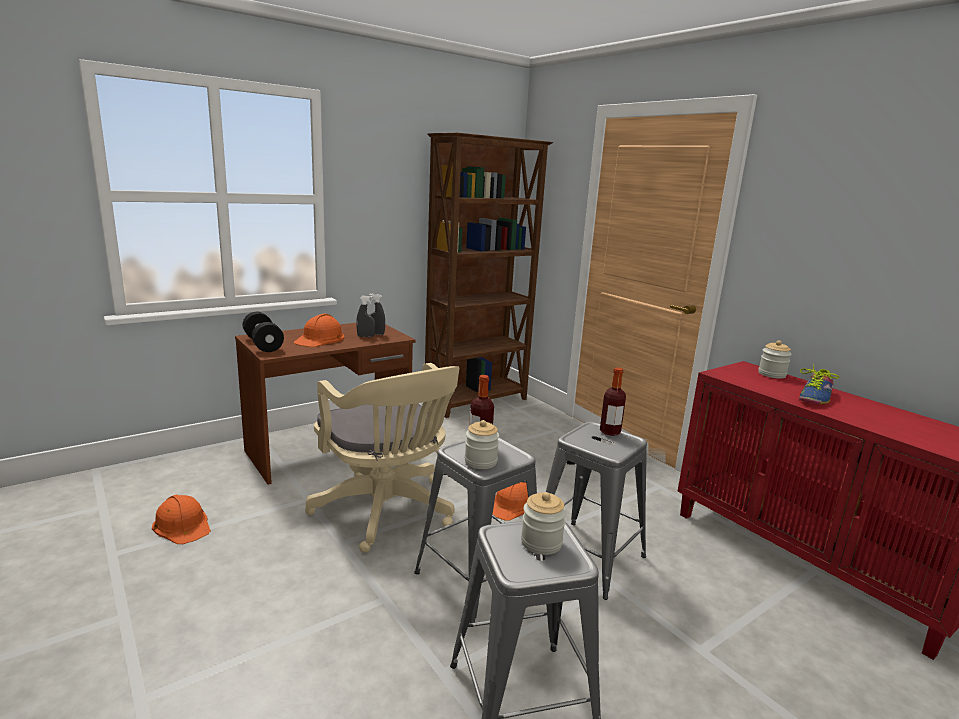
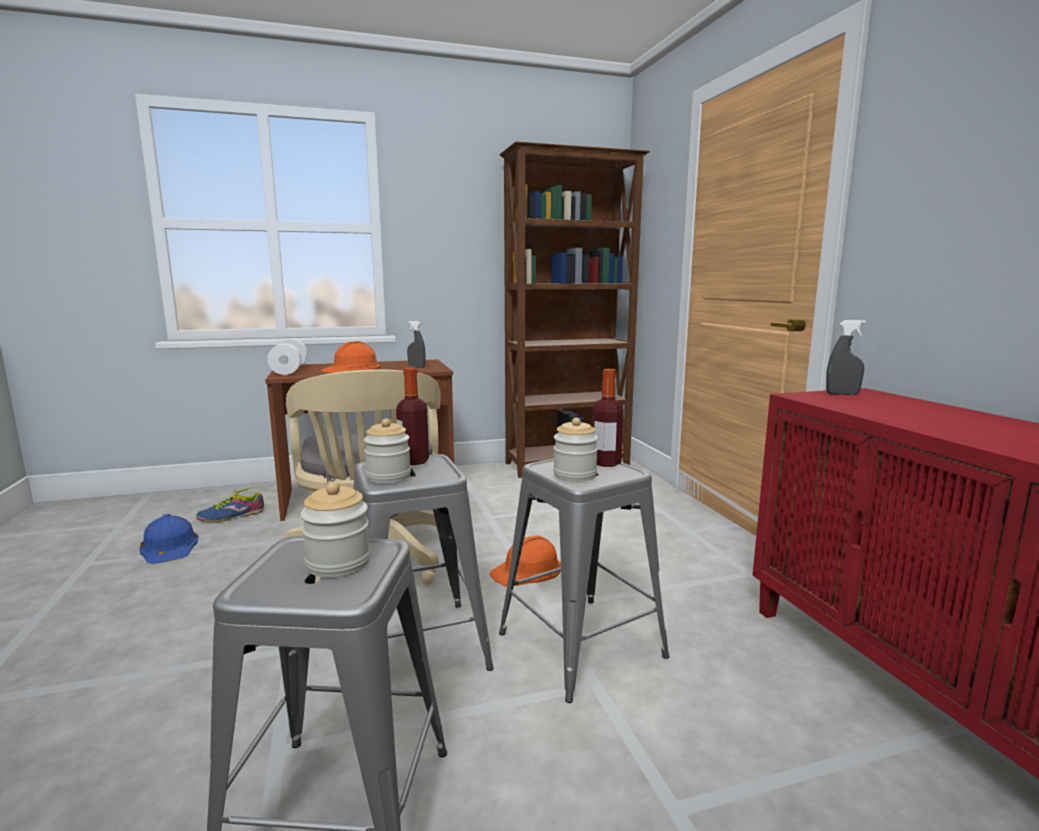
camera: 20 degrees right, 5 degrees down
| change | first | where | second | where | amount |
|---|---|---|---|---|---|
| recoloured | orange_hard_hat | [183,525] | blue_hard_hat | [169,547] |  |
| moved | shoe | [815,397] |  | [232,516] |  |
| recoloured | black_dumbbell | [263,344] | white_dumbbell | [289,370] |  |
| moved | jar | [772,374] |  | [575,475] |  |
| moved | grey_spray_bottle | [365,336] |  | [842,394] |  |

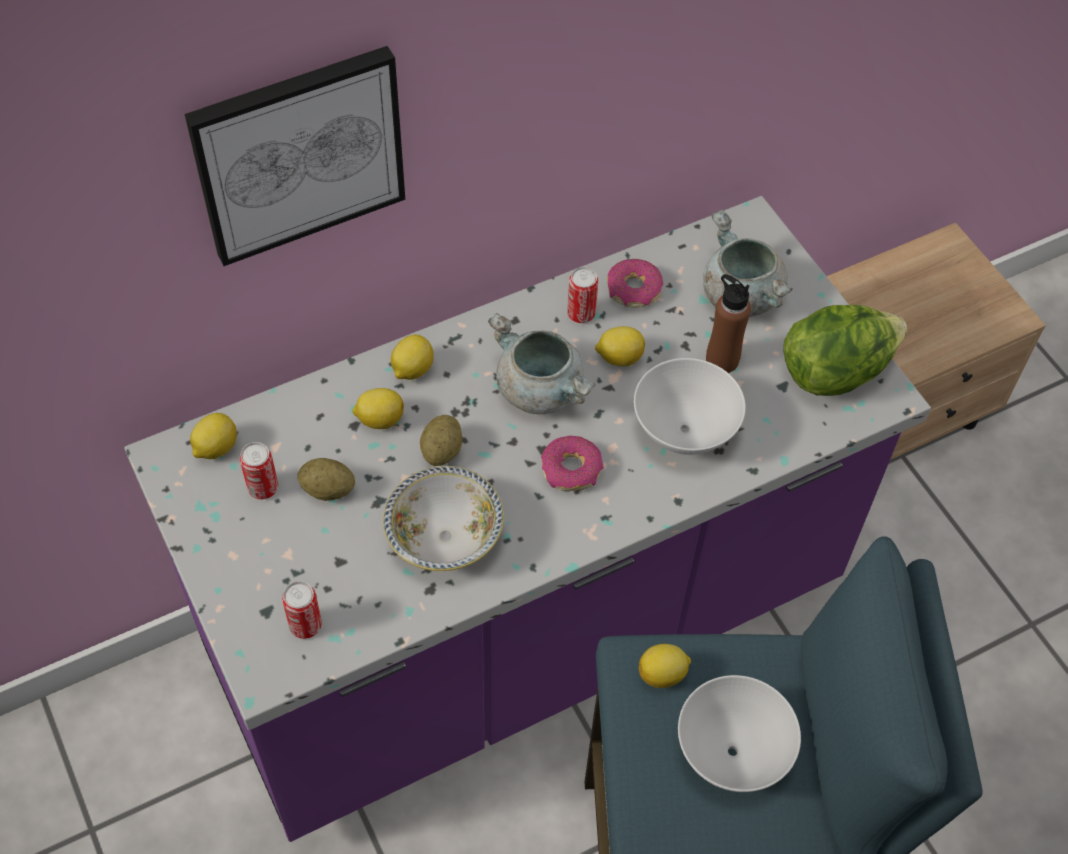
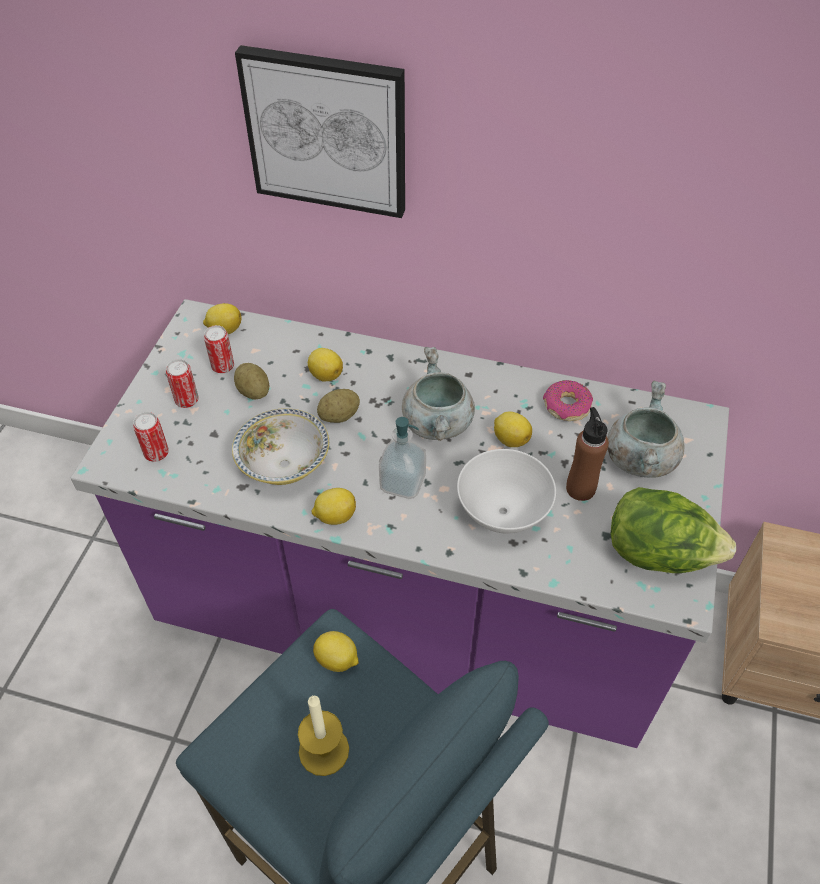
camera: 45 degrees right, 5 degrees down
| change | first | where | second | where | amount |
|---|---|---|---|---|---|
| moved | can | [581,314] |  | [187,400] |  |
| replaced | white_bowl | [733,753] | candle | [324,750] |  |
| moved | lemon | [412,370] |  | [335,516] |  |
| replaced | donut | [571,470] | soap_dispenser | [402,483] |  |

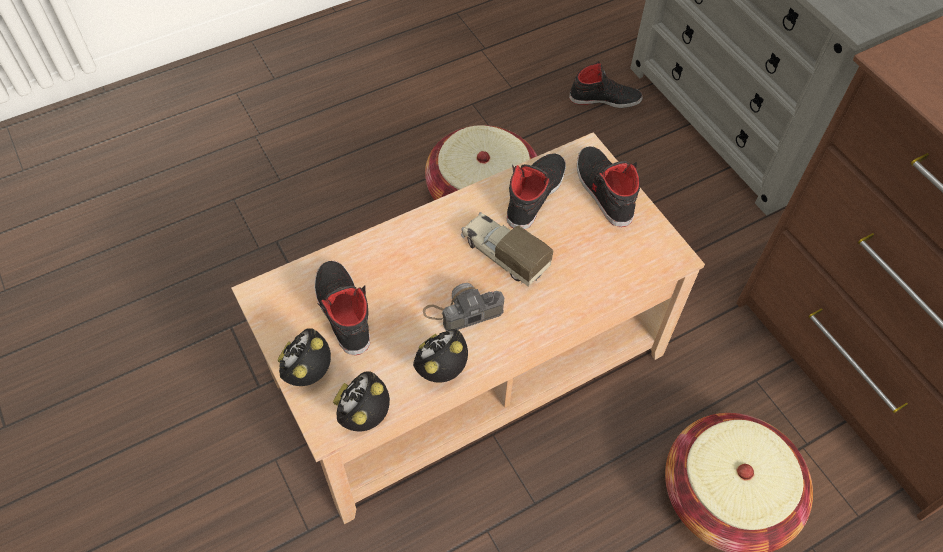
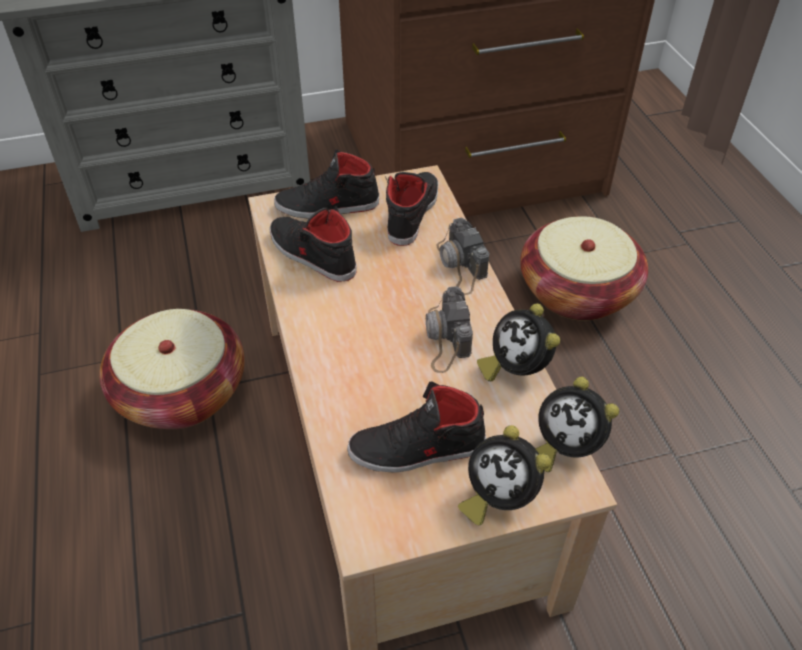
camera: 75 degrees left, 10 degrees down
| change | first | where | second | where | amount |
|---|---|---|---|---|---|
| moved | black_shoe | [604,98] |  | [411,212] |  |
| added |  |  | photo_camera | [461,265] |  |
| removed | toy_truck | [503,255] |  |  |  |

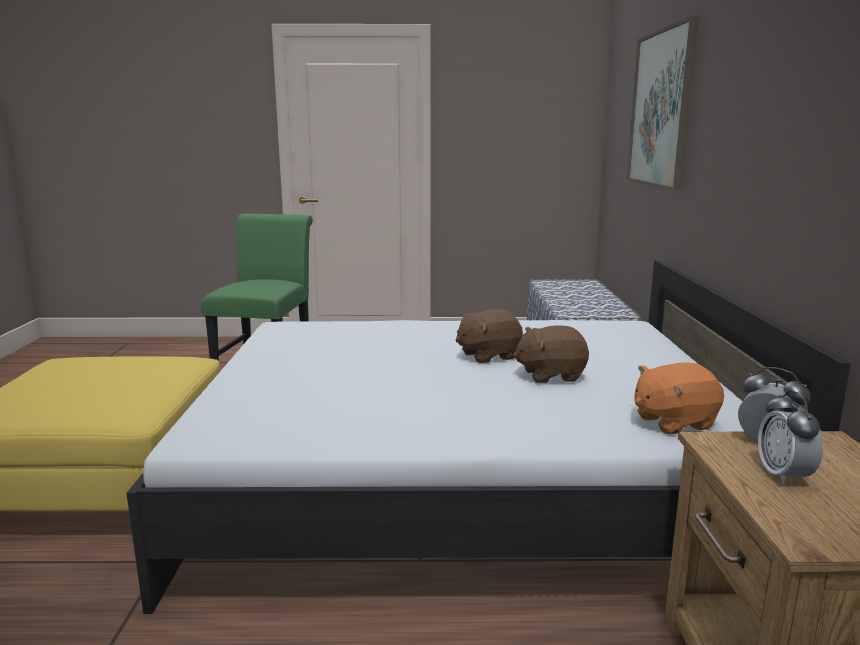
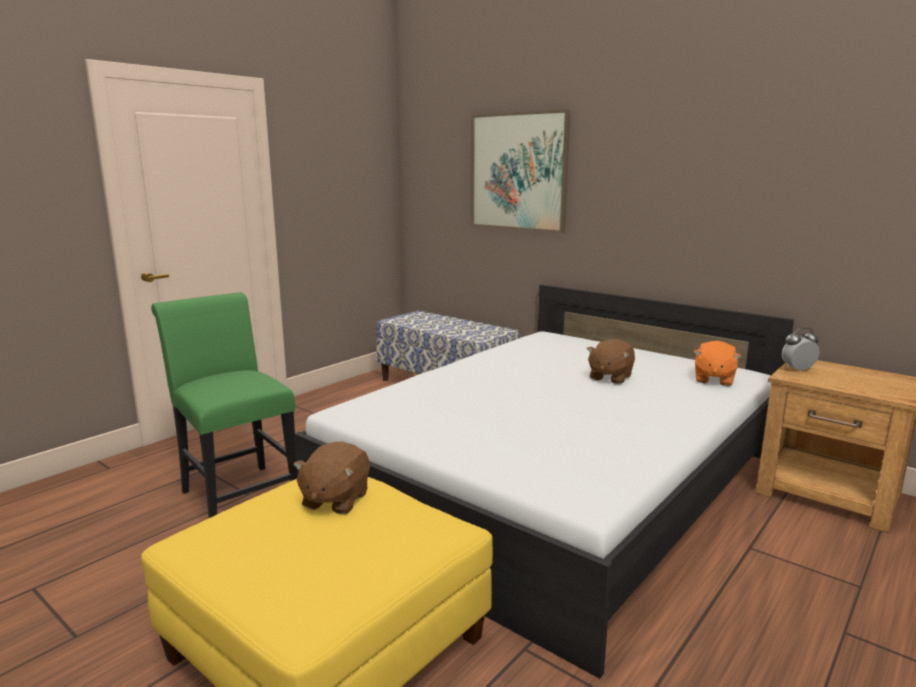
camera: 50 degrees left, 0 degrees up
| change | first | where | second | where | amount |
|---|---|---|---|---|---|
| moved | brown_plush_toy | [488,355] |  | [335,500] |  |
| removed | alarm_clock | [783,475] |  |  |  |

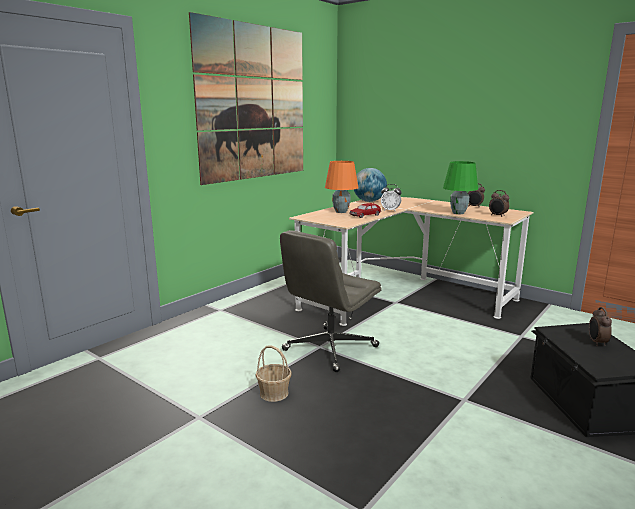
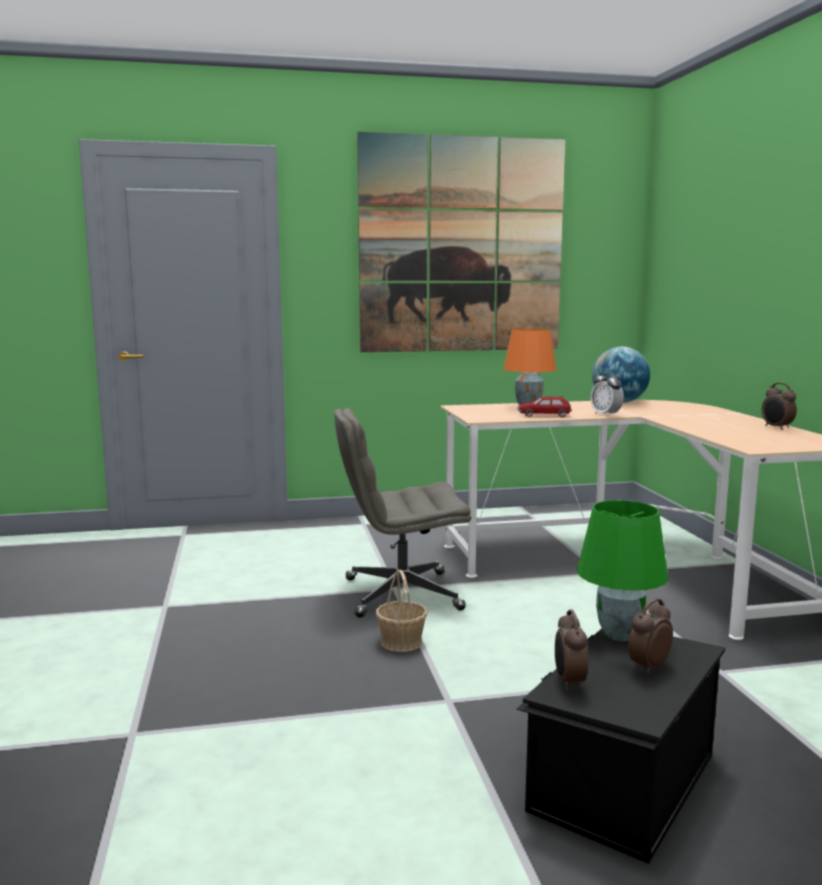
camera: 40 degrees right, 5 degrees down
| change | first | where | second | where | amount |
|---|---|---|---|---|---|
| moved | basket | [274,393] |  | [401,642] |  |
| moved | alarm_clock | [497,215] |  | [568,682] |  |
| moved | green_table_lamp | [458,213] |  | [617,634] |  |

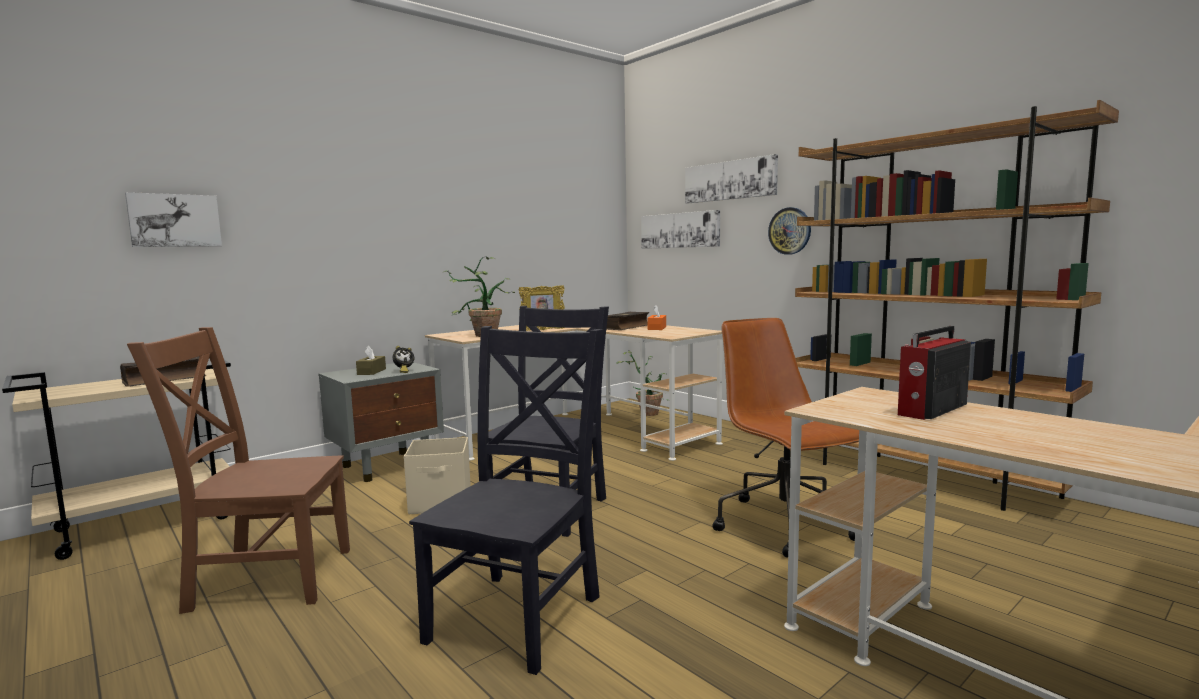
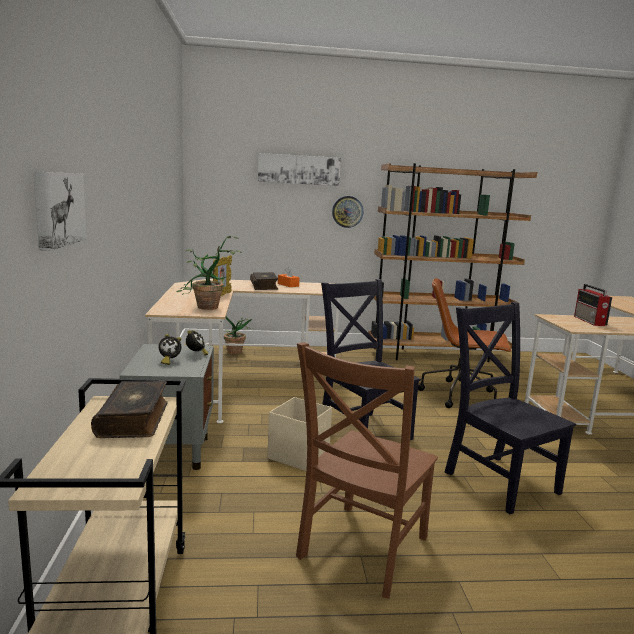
camera: 55 degrees left, 5 degrees up
| change | first | where | second | where | amount |
|---|---|---|---|---|---|
| replaced | brown_tissue_box | [371,372] | alarm_clock | [169,361] |  |
| removed | picture | [680,230] |  |  |  |

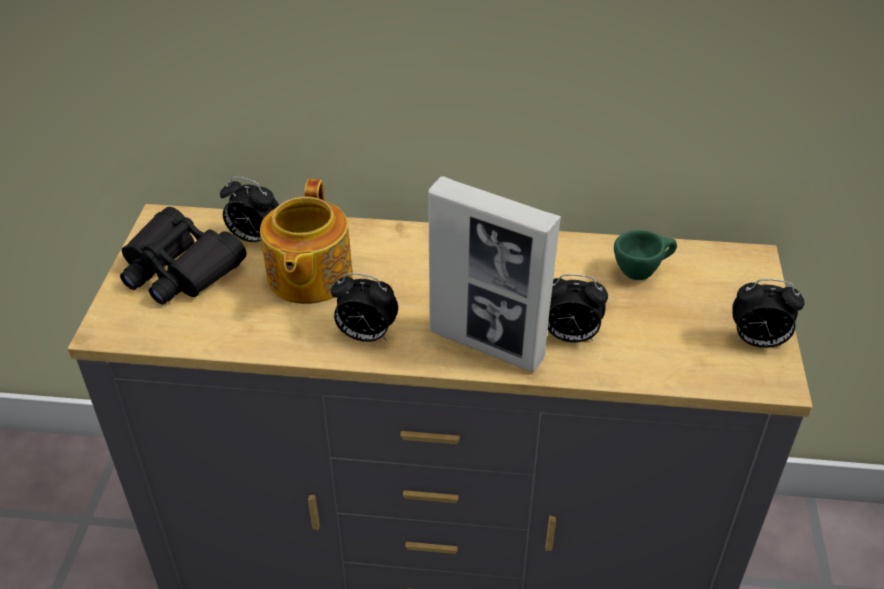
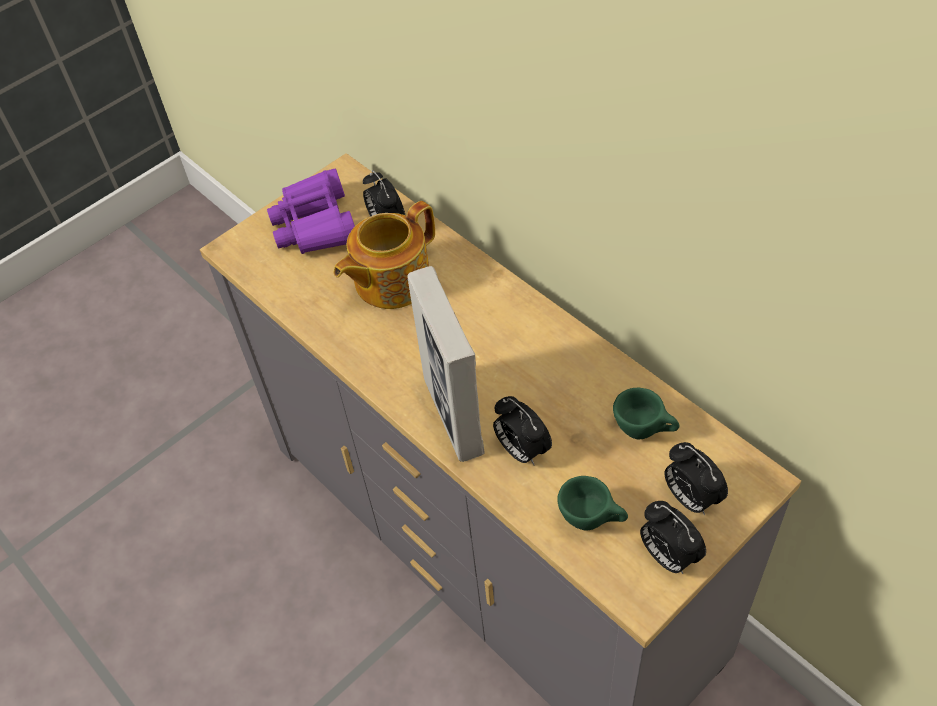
camera: 45 degrees right, 10 degrees up
| change | first | where | second | where | amount |
|---|---|---|---|---|---|
| recoloured | black_binoculars | [179,270] | purple_binoculars | [315,224] |  |
| added |  |  | green_cup | [592,520] |  |
| moved | alarm_clock | [365,336] |  | [690,498] |  |

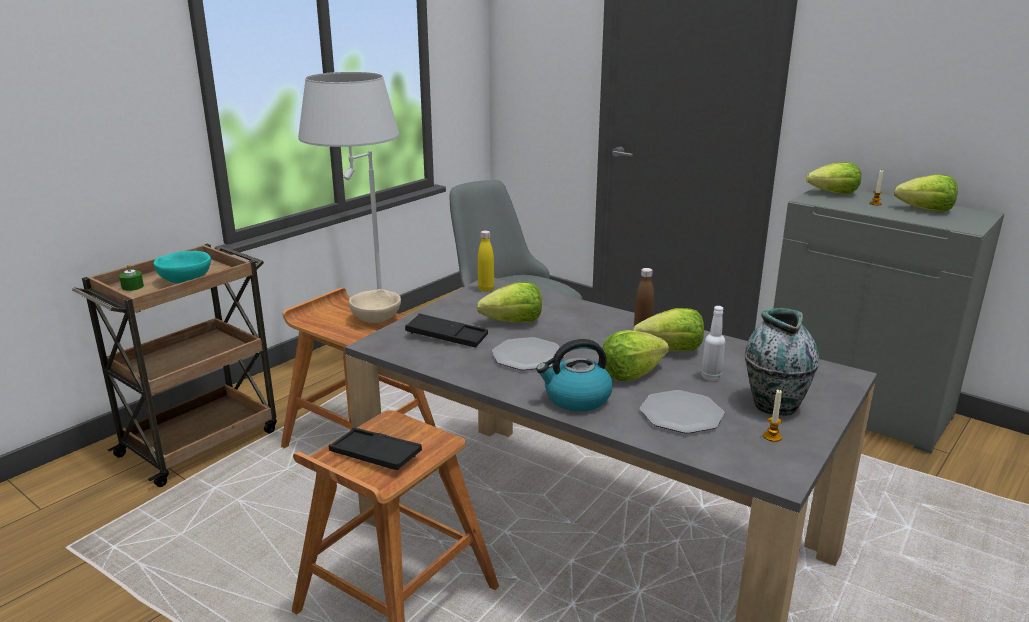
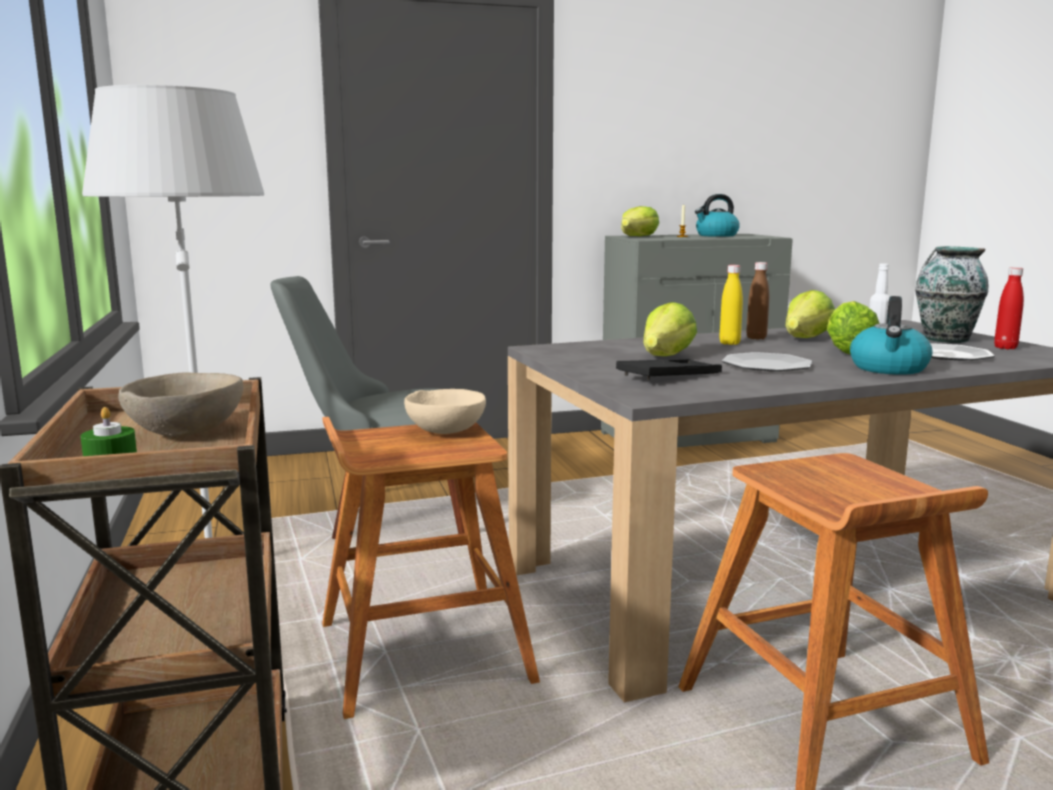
camera: 55 degrees left, 10 degrees down
| change | first | where | second | where | amount |
|---|---|---|---|---|---|
| recoloured | turquoise_bowl | [186,280] | beige_bowl | [187,431] |  |
| replaced | lettuce | [926,210] | kettle | [716,235] |  |
| moved | yellow_bottle | [486,289] |  | [729,343] |  |
| replaced | candle | [772,437] | red_bottle | [1005,348] |  |
| removed | black_tray | [375,455] |  |  |  |

